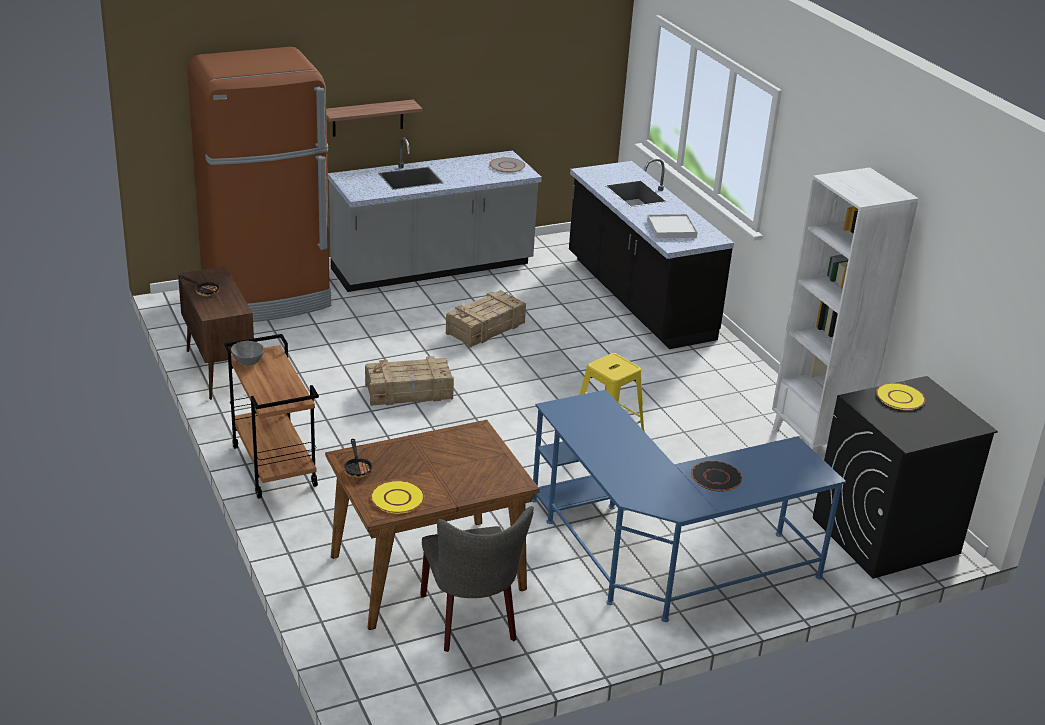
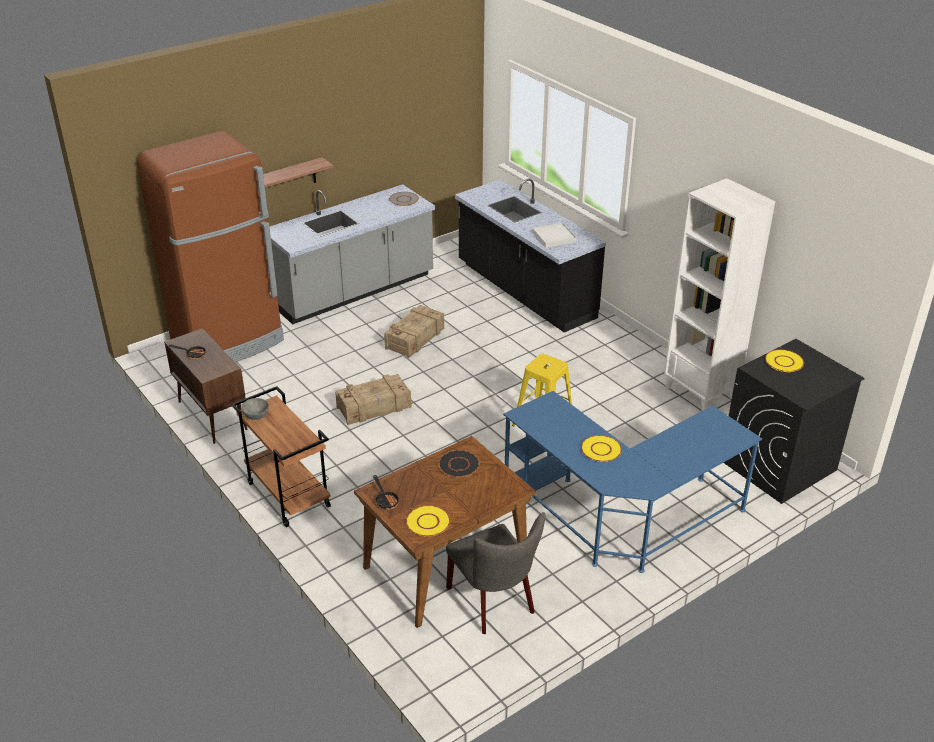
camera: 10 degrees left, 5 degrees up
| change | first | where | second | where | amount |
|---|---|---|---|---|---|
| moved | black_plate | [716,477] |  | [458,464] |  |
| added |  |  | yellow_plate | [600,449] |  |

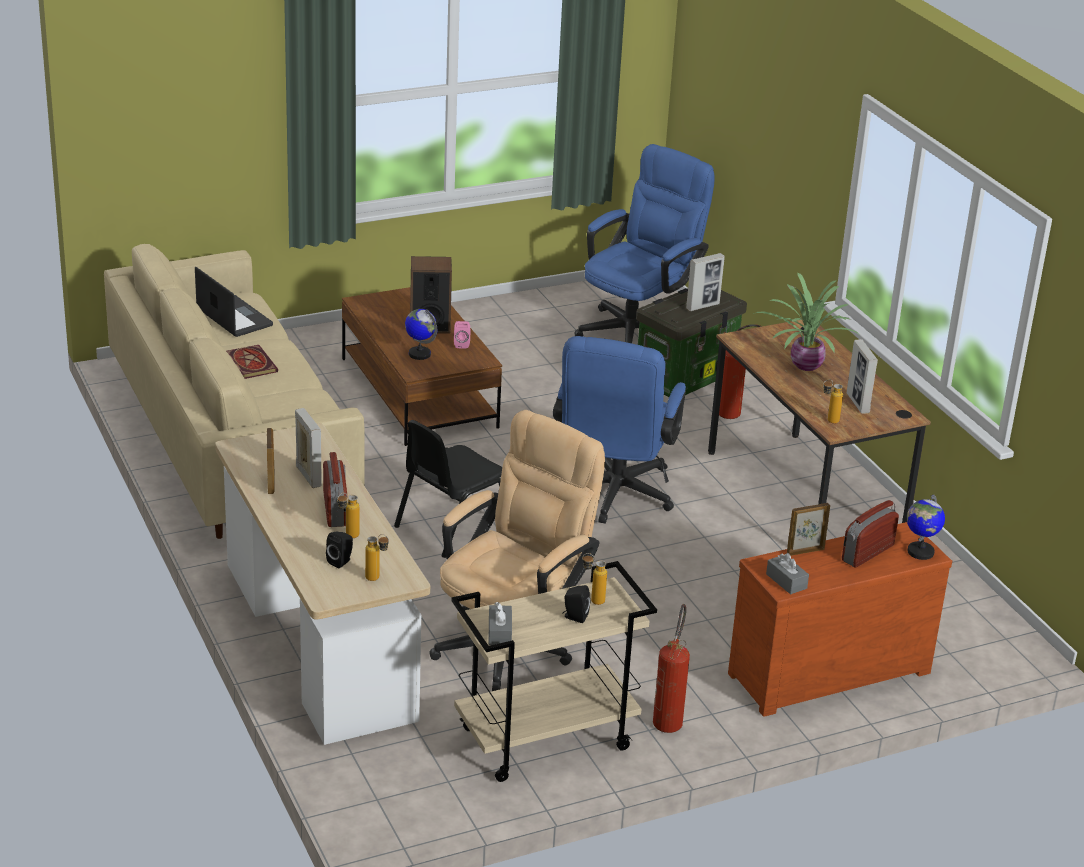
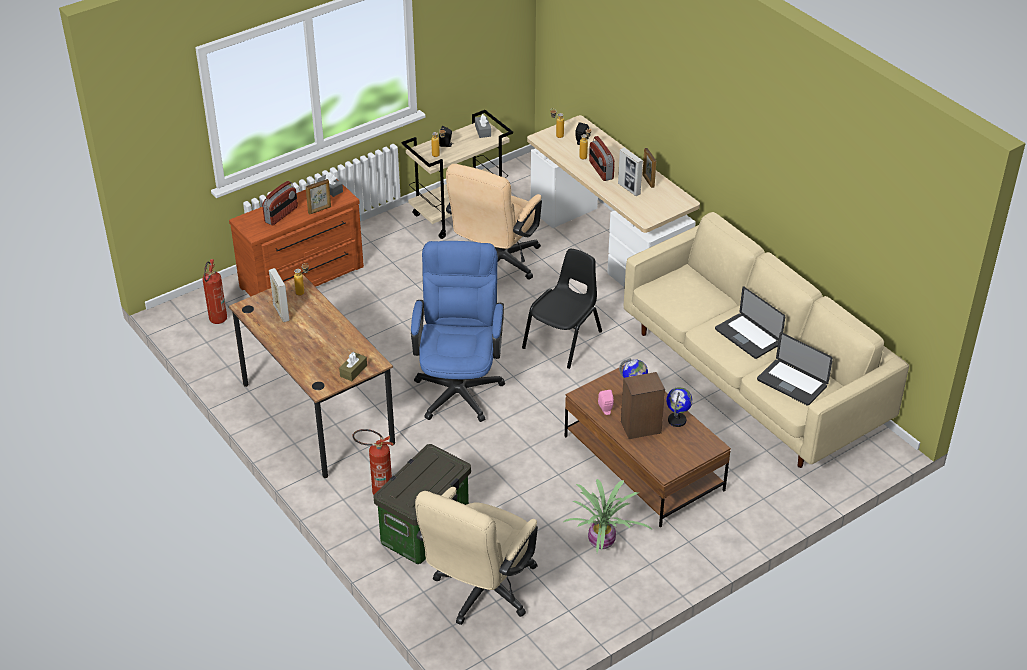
camera: 170 degrees right, 10 degrees up
| change | first | where | second | where | amount |
|---|---|---|---|---|---|
| moved | fire_extinguisher | [669,719] |  | [217,321] |  |
| added |  |  | brown_tissue_box | [353,371] |  |
| recoloured | blue_office_chair | [638,328] | beige_office_chair | [480,593] |  |
| moved | potted_plant | [805,365] |  | [602,543] |  |
| moved | globe | [920,552] |  | [677,420] |  |
| replaced | book | [249,364] | laptop | [747,337] |  |
| removed | picture_frame | [702,306] |  |  |  |

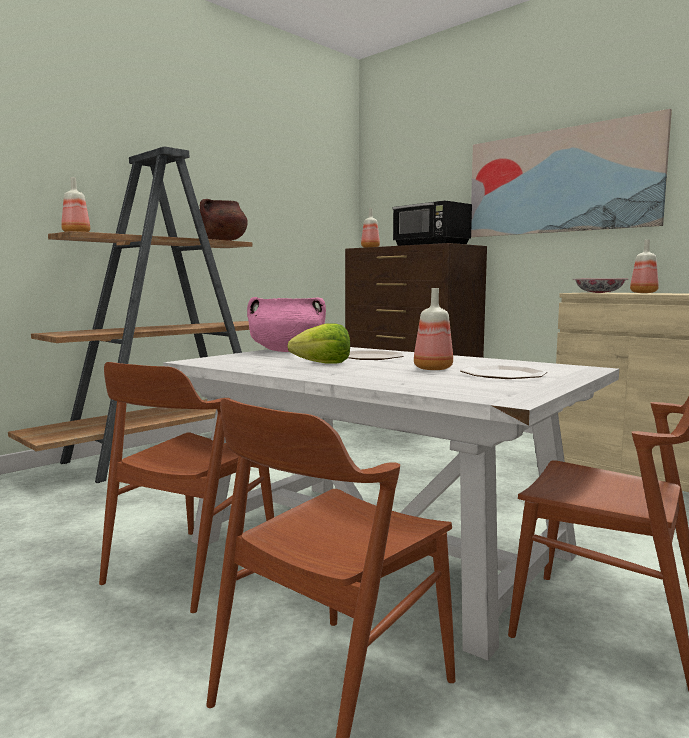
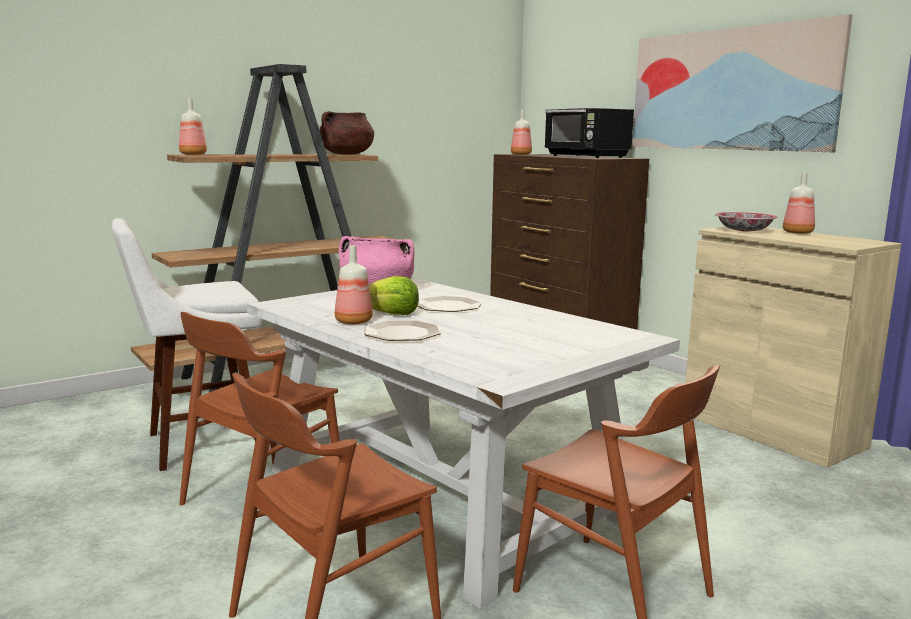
camera: 10 degrees right, 5 degrees up
| change | first | where | second | where | amount |
|---|---|---|---|---|---|
| added |  |  | white_stool | [198,444] |  |
| moved | bottle | [433,369] |  | [353,322] |  |
| moved | plate | [502,375] |  | [401,333] |  |

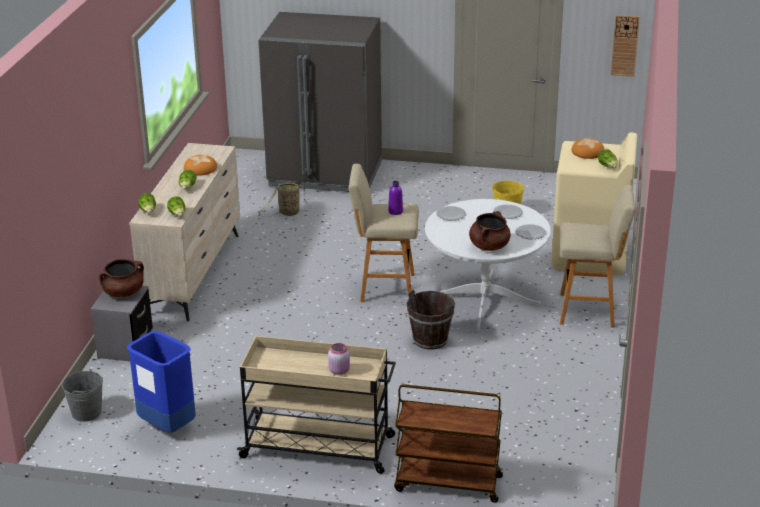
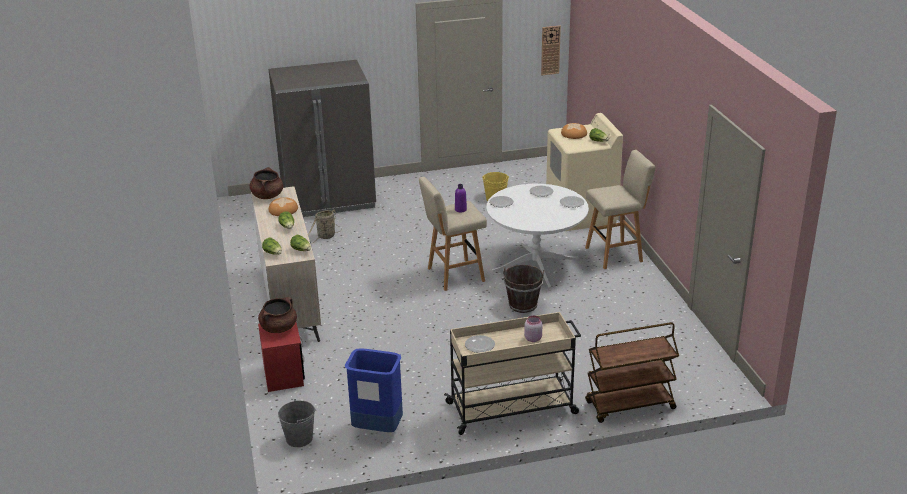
camera: 25 degrees left, 0 degrees up
| change | first | where | second | where | amount |
|---|---|---|---|---|---|
| moved | brown_cooking_pot | [489,246] |  | [267,196] |  |
| recoloured | grey_nightstand | [125,346] | red_nightstand | [284,376] |  |
| added |  |  | plate | [480,345] |  |

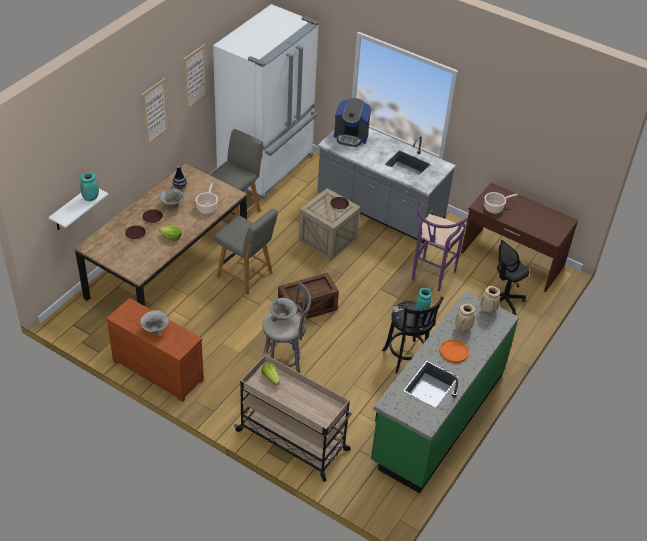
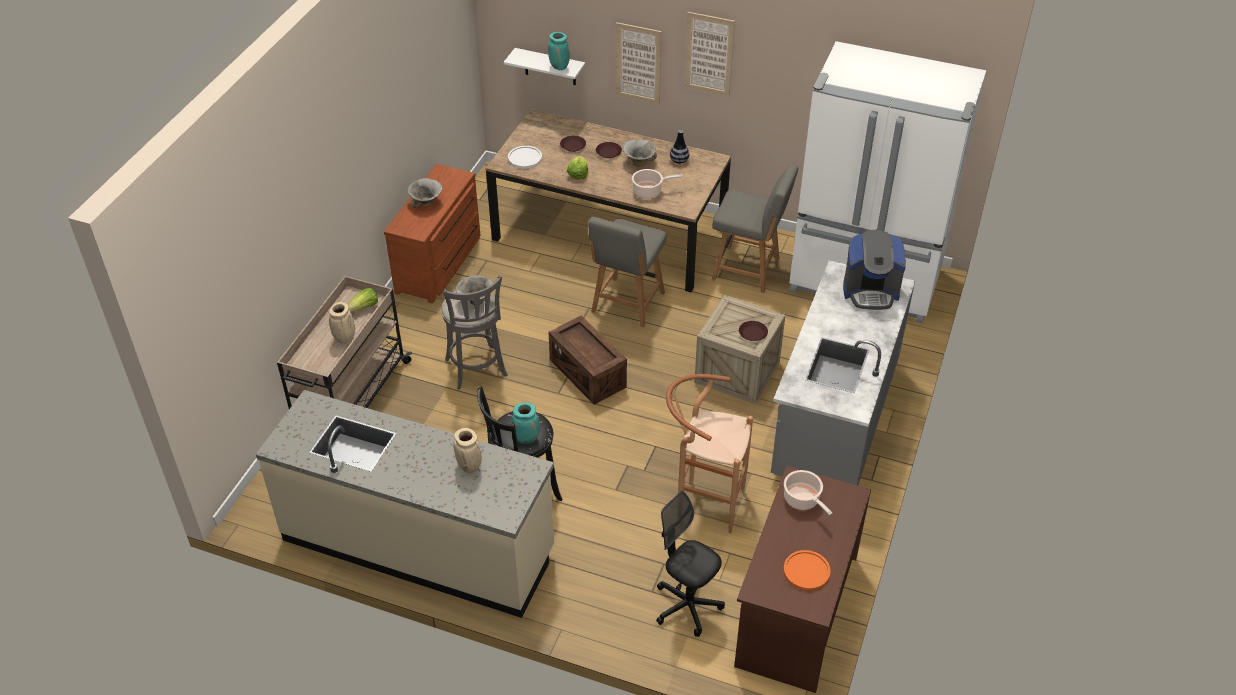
camera: 80 degrees right, 0 degrees up
| change | first | where | second | where | amount |
|---|---|---|---|---|---|
| recoloured | green_counter | [437,417] | beige_counter | [419,545] |  |
| moved | beige_vase | [488,311] |  | [345,339] |  |
| added |  |  | white_plate | [525,158] |  |
| moved | picture | [195,77] |  | [638,63] |  |
| recoloured | purple_stool | [430,278] | brown_stool | [703,502] |  |
| moved | orange_plate | [453,351] |  | [806,571] |  |
| turned | coffee_machine | [351,136] |  | [870,291] | 90 degrees counterclockwise |

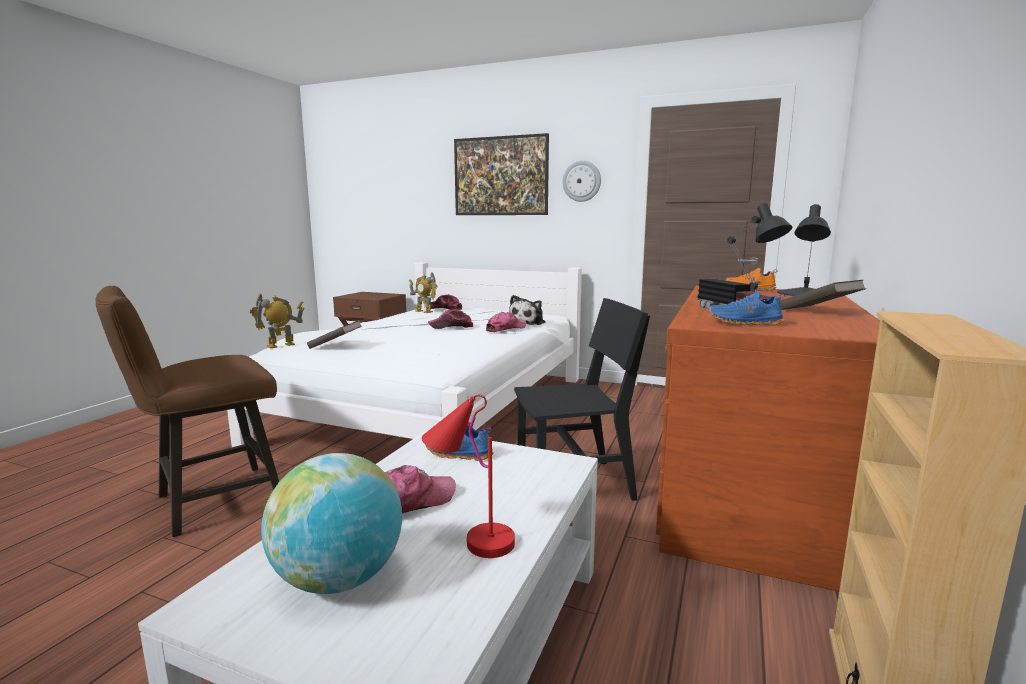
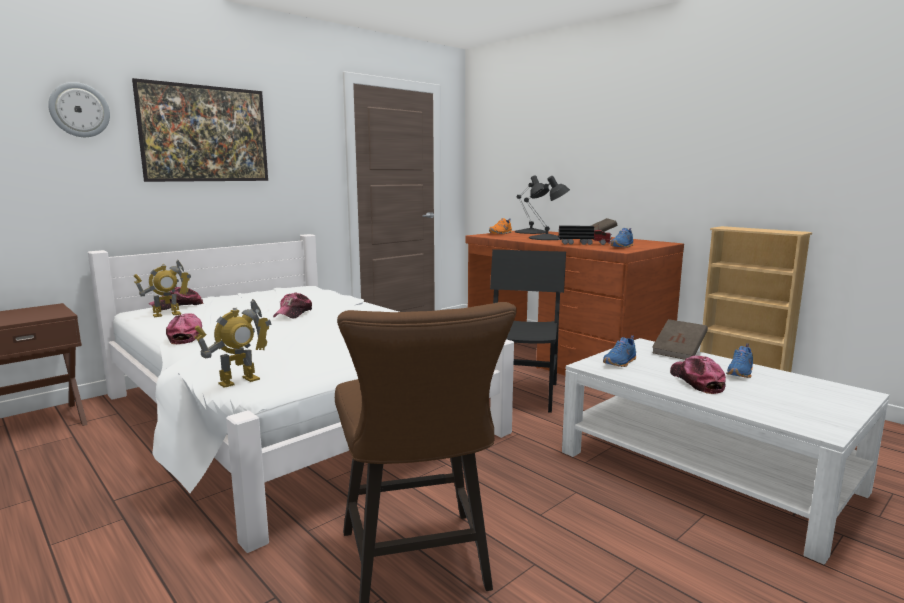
camera: 65 degrees left, 0 degrees up
| change | first | where | second | where | amount |
|---|---|---|---|---|---|
| moved | wall_clock | [581,181] |  | [79,110] |  |
| moved | cap | [505,328] |  | [186,336] |  |
| turned | toy_robot | [281,345] |  | [239,381] | 120 degrees counterclockwise |
| moved | brown_book | [335,346] |  | [679,352] |  |
| replaced | red_table_lamp | [469,540] | blue_shoe | [741,373] |  |
| removed | globe | [339,579] |  |  |  |
| removed | plush_toy | [528,322] |  |  |  |

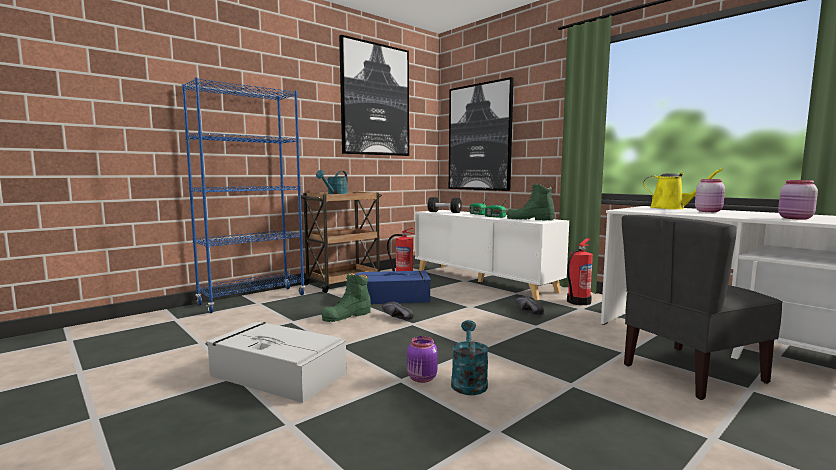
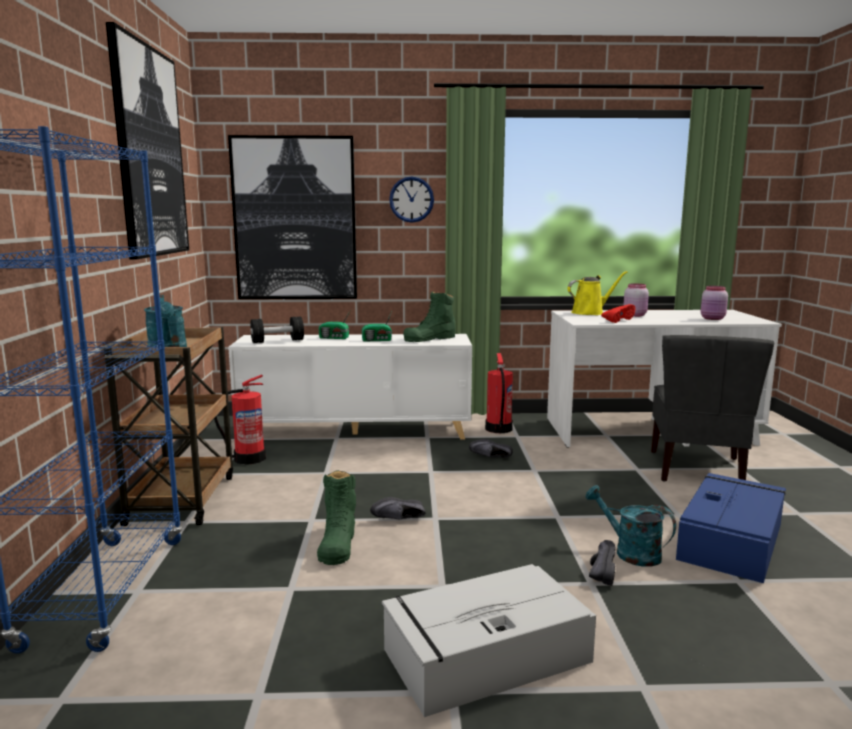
camera: 50 degrees left, 5 degrees up
| change | first | where | second | where | amount |
|---|---|---|---|---|---|
| added |  |  | wall_clock | [411,199] |  |
| replaced | purple_jar | [422,378] | black_shoe | [599,571] |  |
| added |  |  | red_shoe | [617,320] |  |
| moved | blue_storage_box | [392,297] |  | [731,540] |  |

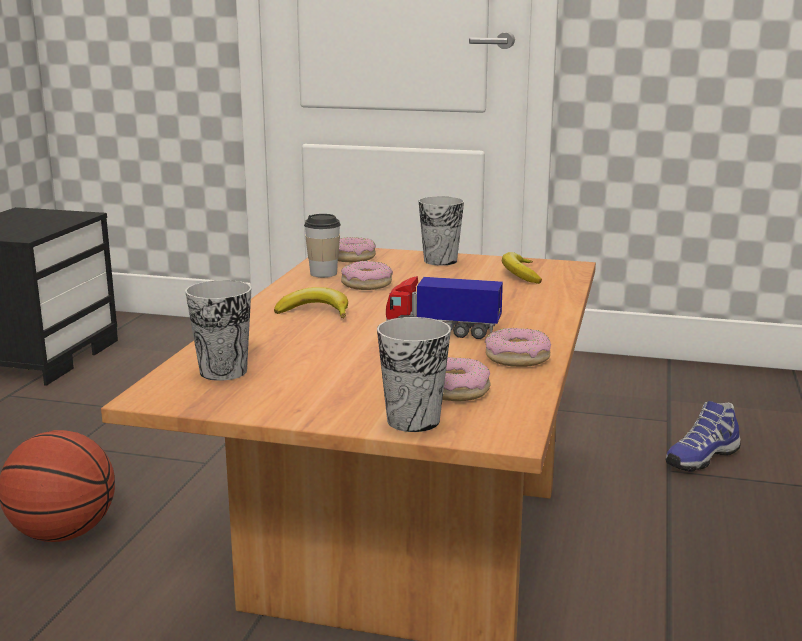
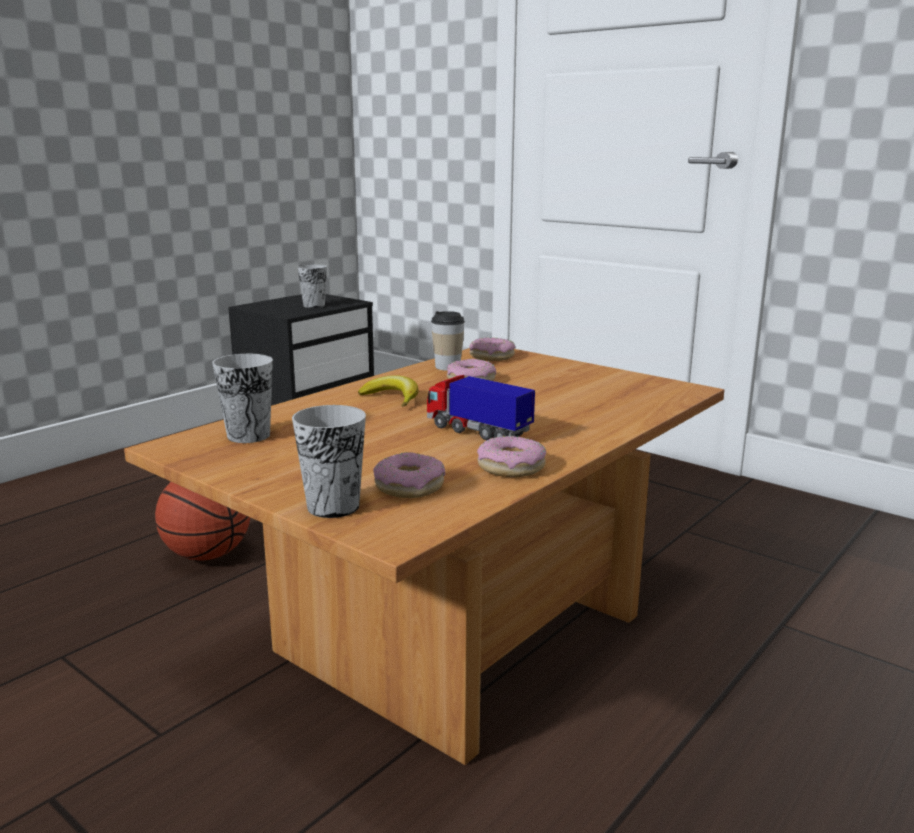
camera: 25 degrees right, 0 degrees up
| change | first | where | second | where | amount |
|---|---|---|---|---|---|
| moved | cup | [440,261] |  | [314,306] |  |
| removed | banana | [520,274] |  |  |  |
| removed | shoe | [700,458] |  |  |  |

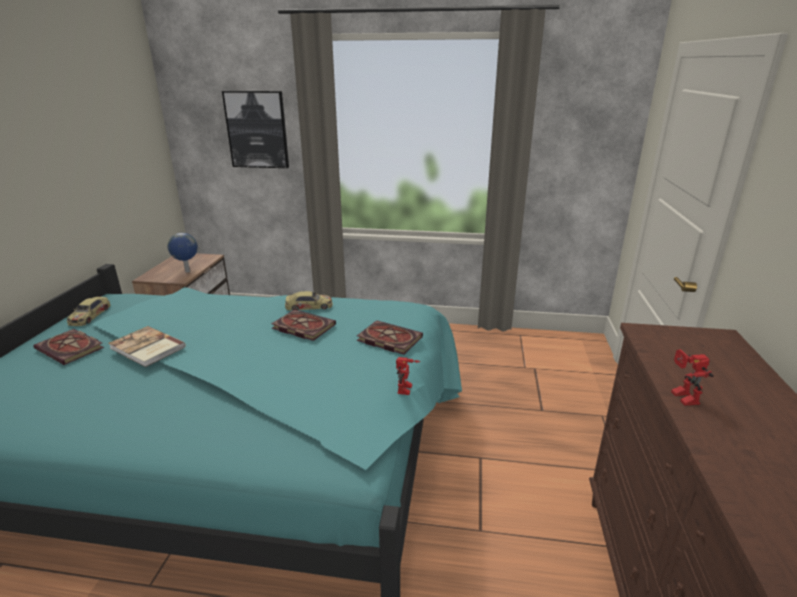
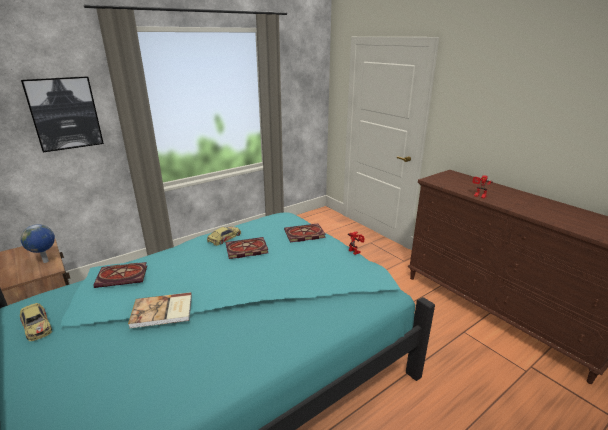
camera: 45 degrees left, 0 degrees up
| change | first | where | second | where | amount |
|---|---|---|---|---|---|
| moved | book | [72,349] |  | [123,276] |  |

